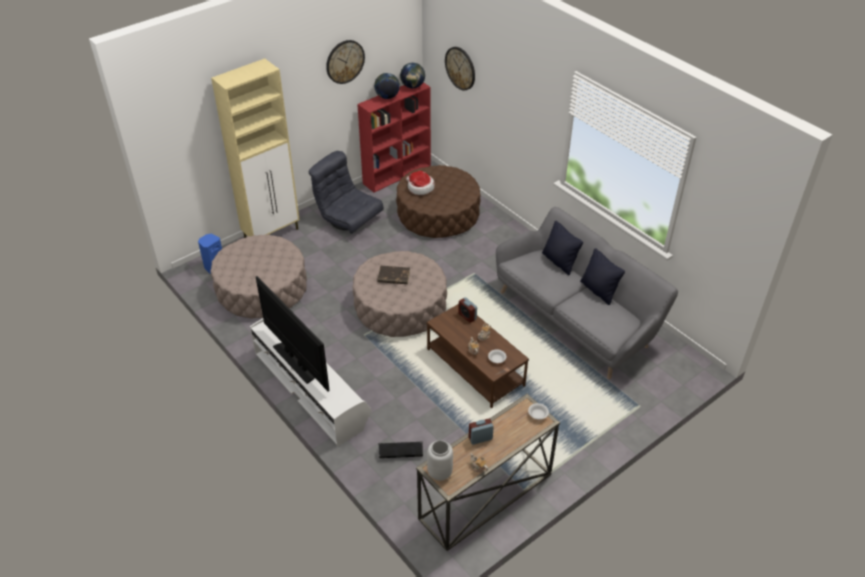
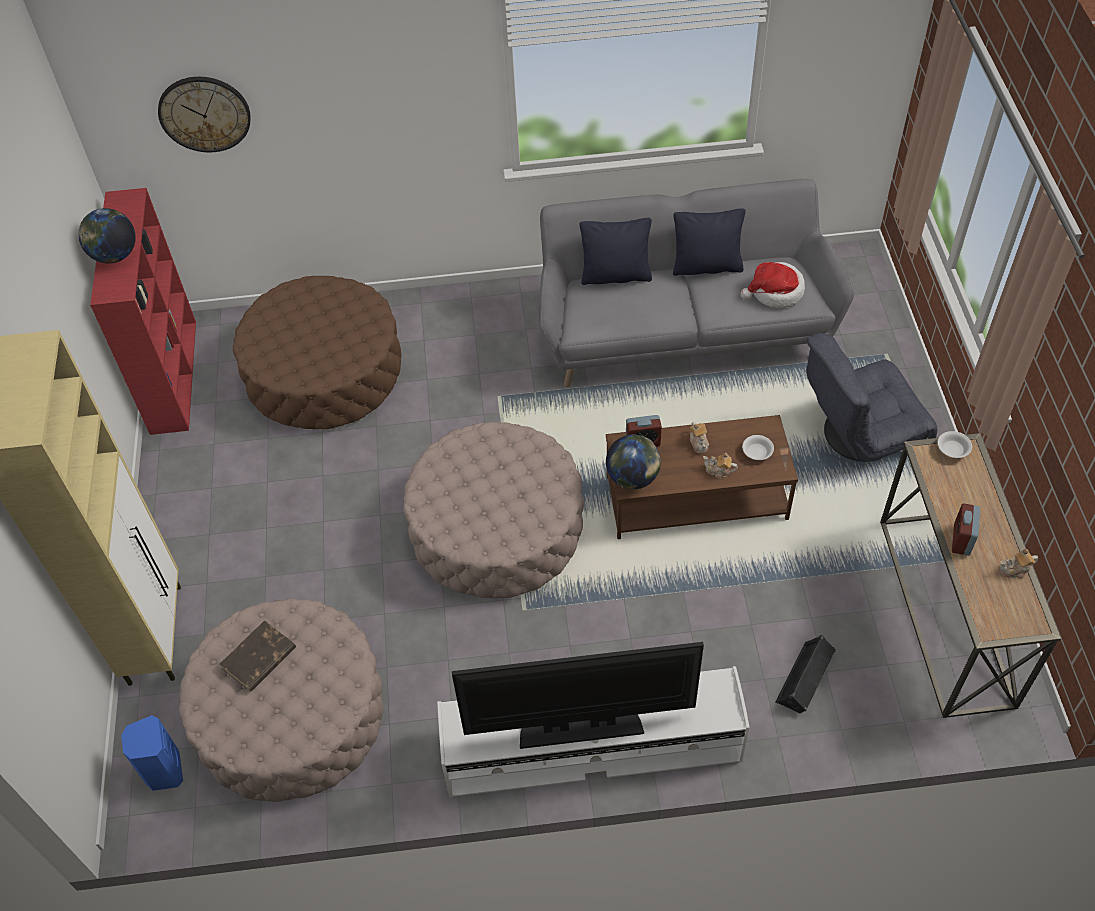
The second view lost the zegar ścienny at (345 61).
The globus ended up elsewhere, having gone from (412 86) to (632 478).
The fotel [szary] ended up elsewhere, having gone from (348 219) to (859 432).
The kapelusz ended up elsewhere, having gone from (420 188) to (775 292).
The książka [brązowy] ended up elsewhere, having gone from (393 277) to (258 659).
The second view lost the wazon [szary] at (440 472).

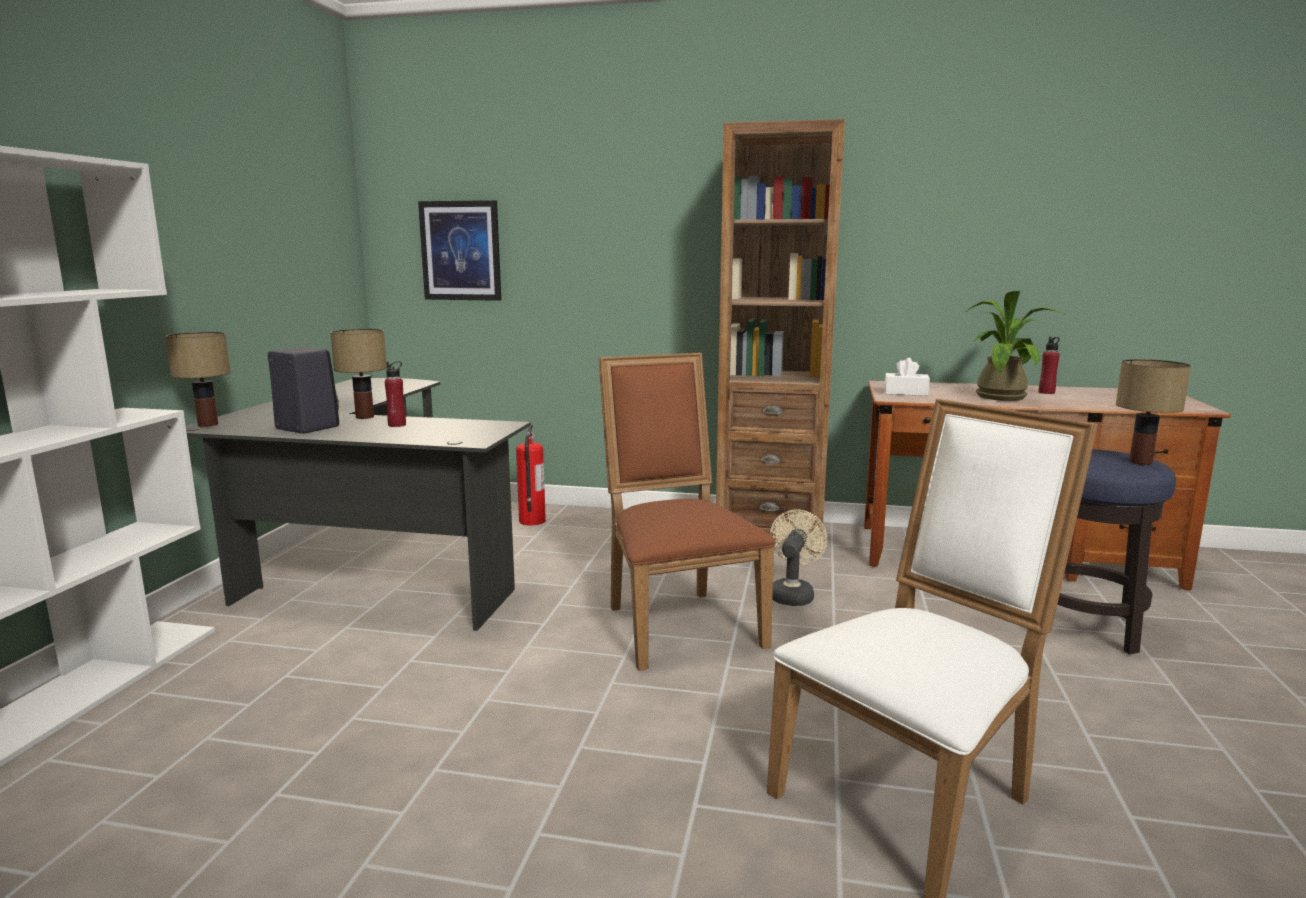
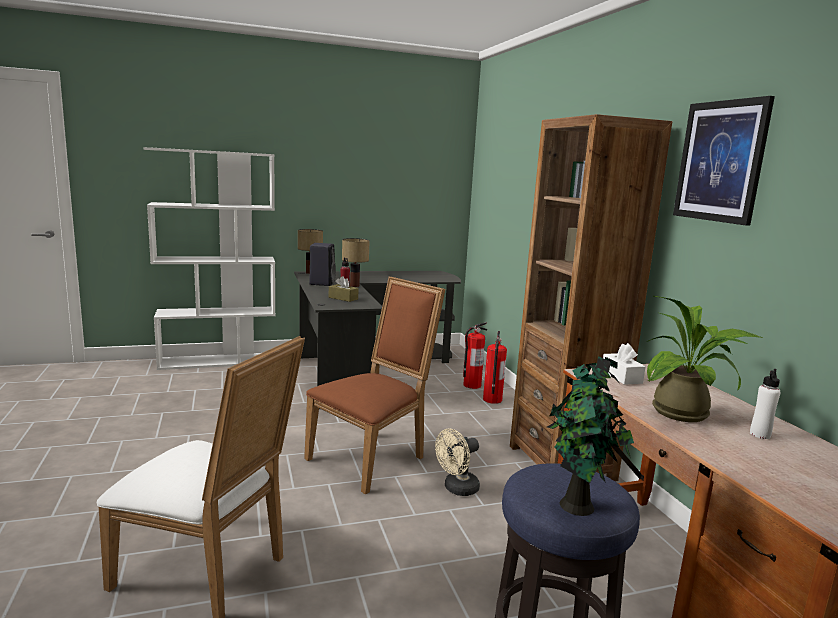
The obraz ended up elsewhere, having gone from (461 251) to (720 161).
What was the butelka [czerwony] at (1046 392) turned into the butelka [biały] at (760 434).
Where the lampa stołowa stood at (1141 462), the roślina doniczkowa came to stand at (578 507).
The wentylator [beżowy] at (792 594) ended up facing another way, 150 degrees clockwise from before.
The second view gained the pudełko chusteczek [brązowy] at (343 298).
The second view gained the gaśnica at (492 400).

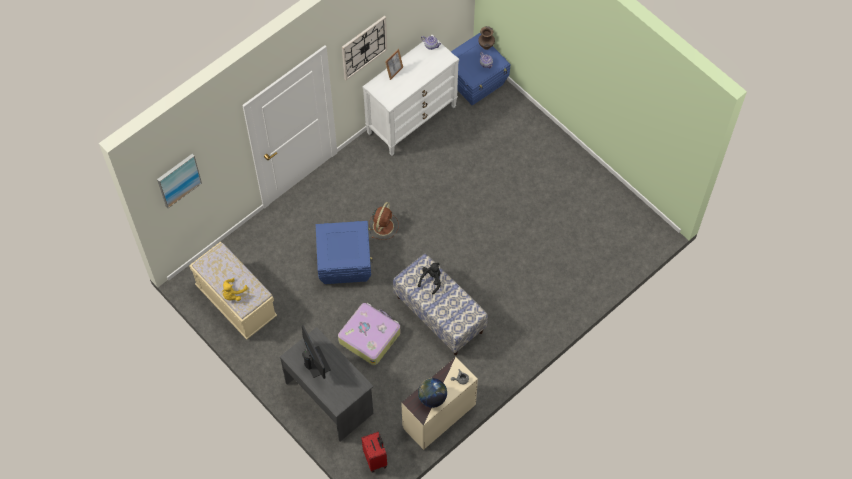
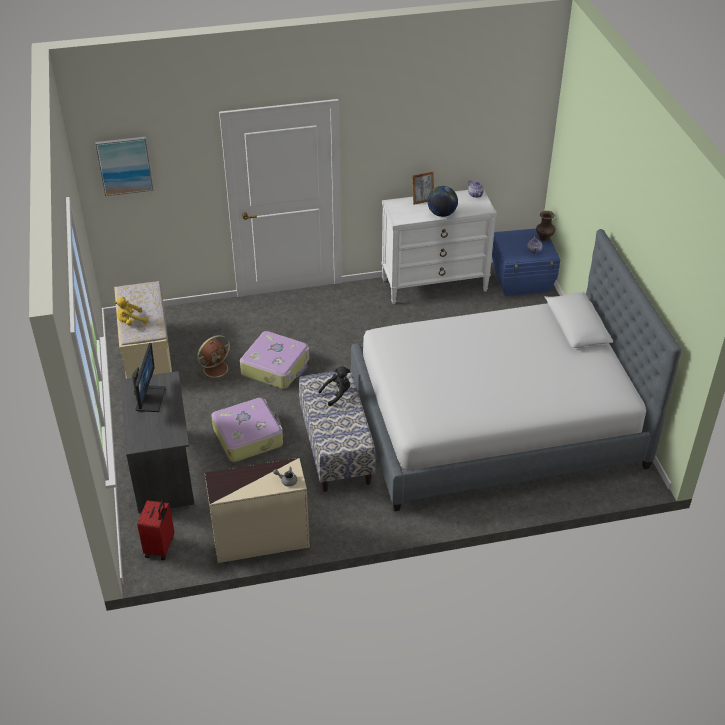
The second view lost the zegar ścienny at (364 47).
The wentylator [brązowy] ended up elsewhere, having gone from (383 225) to (216 368).
Where the pojemnik do przechowywania [niebieski] stood at (345 263), the walizka came to stand at (276 367).
The globus ended up elsewhere, having gone from (432 398) to (441 214).
The second view gained the łóżko at (495 423).

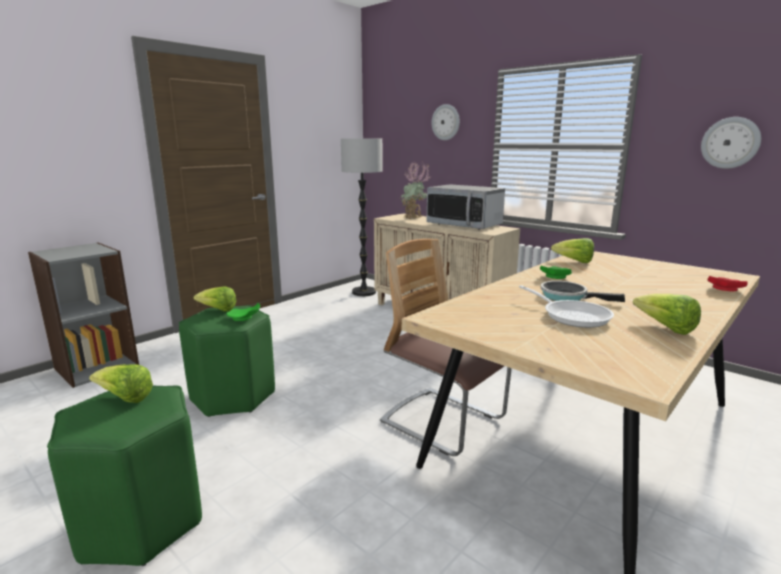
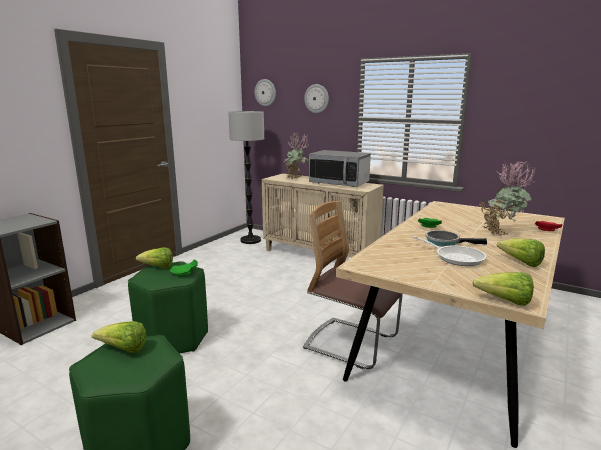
The zegar ścienny ended up elsewhere, having gone from (730 143) to (265 92).
The sałata ended up elsewhere, having gone from (574 261) to (505 301).
The second view gained the roślina doniczkowa at (501 232).

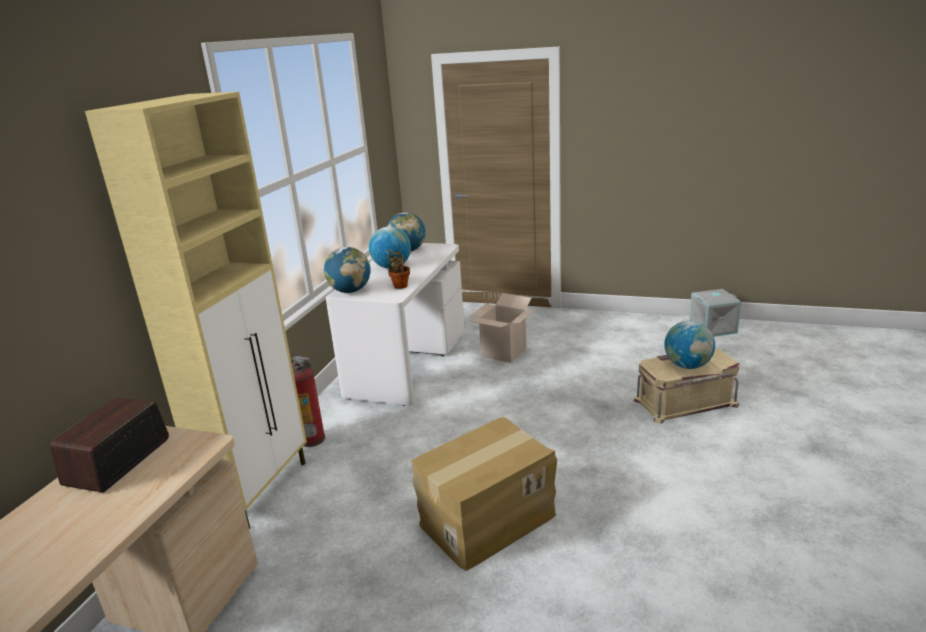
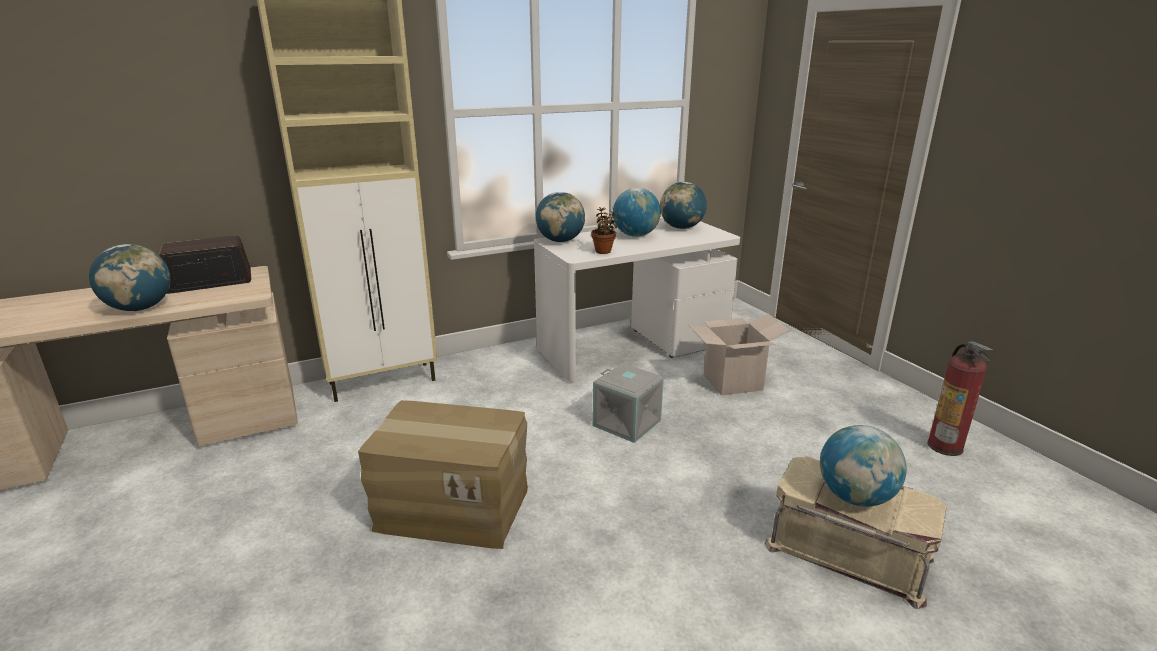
The pojemnik do przechowywania [szary] ended up elsewhere, having gone from (712 328) to (628 422).
The gaśnica ended up elsewhere, having gone from (312 439) to (945 446).
The second view gained the globus at (140 308).

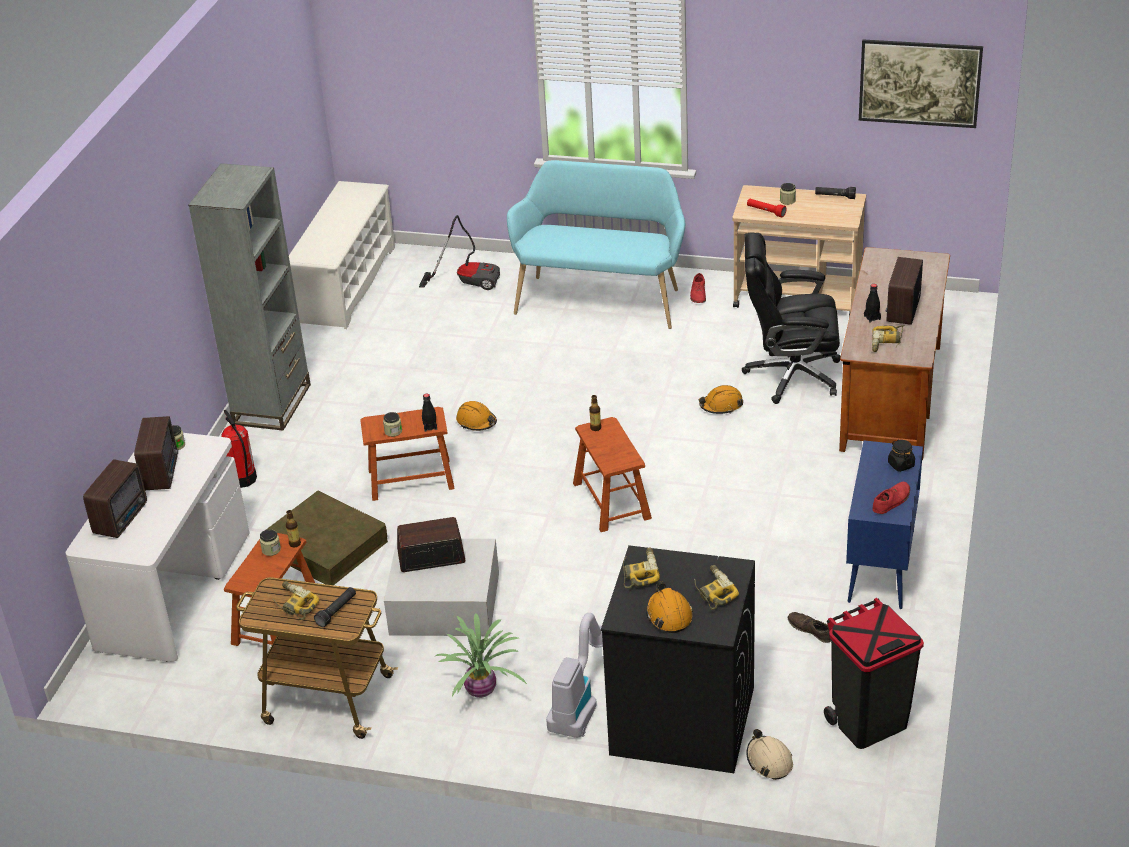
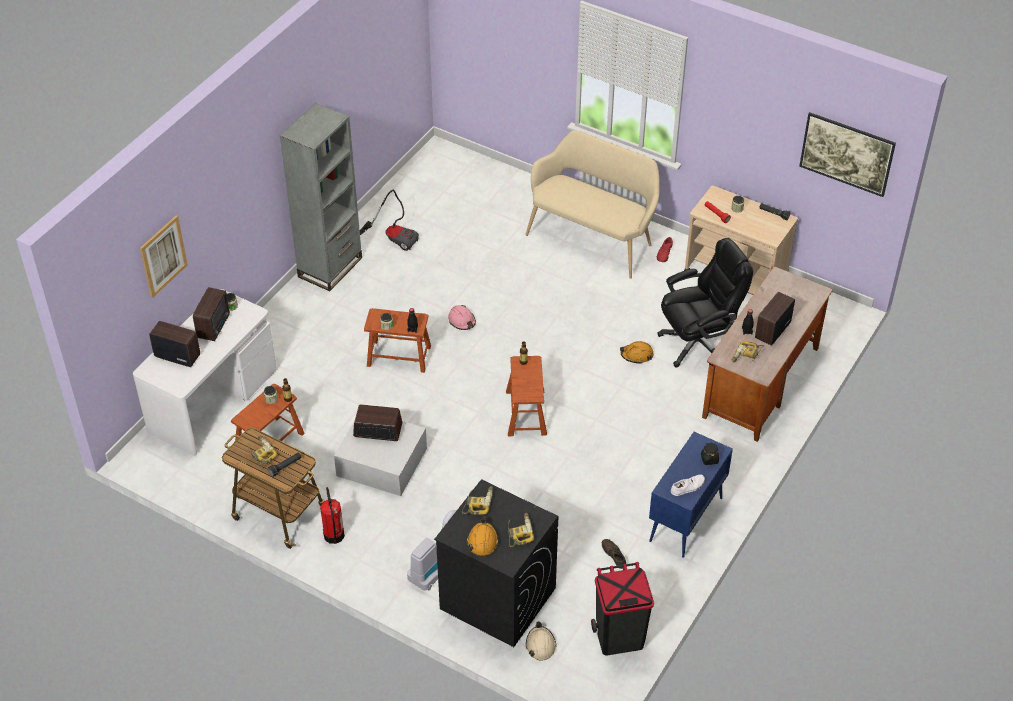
What was the ławka [turkusowy] at (601 298) turned into the ławka [beżowy] at (593 238).
The second view lost the regał na buty [biały] at (347 284).
The odkurzacz ended up elsewhere, having gone from (468 280) to (394 237).
The krzesło biurowe [czarny] at (791 375) ended up facing another way, 135 degrees clockwise from before.
What was the kask [pomarańczowy] at (476 422) turned into the kask [różowy] at (462 321).
The gaśnica ended up elsewhere, having gone from (243 479) to (333 535).
The radio at (122 518) ended up facing another way, 105 degrees counterclockwise from before.
What was the but [czerwony] at (891 501) turned into the but [biały] at (687 487).
The second view lost the pojemnik do przechowywania [brązowy] at (325 546).
The second view lost the roślina doniczkowa at (482 692).
The second view gained the obraz at (163 256).

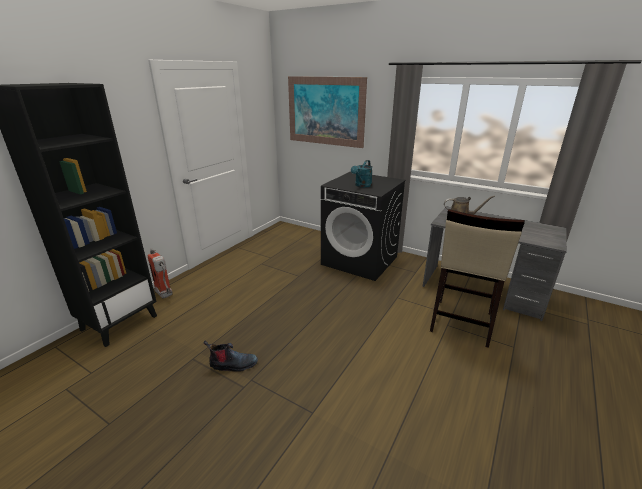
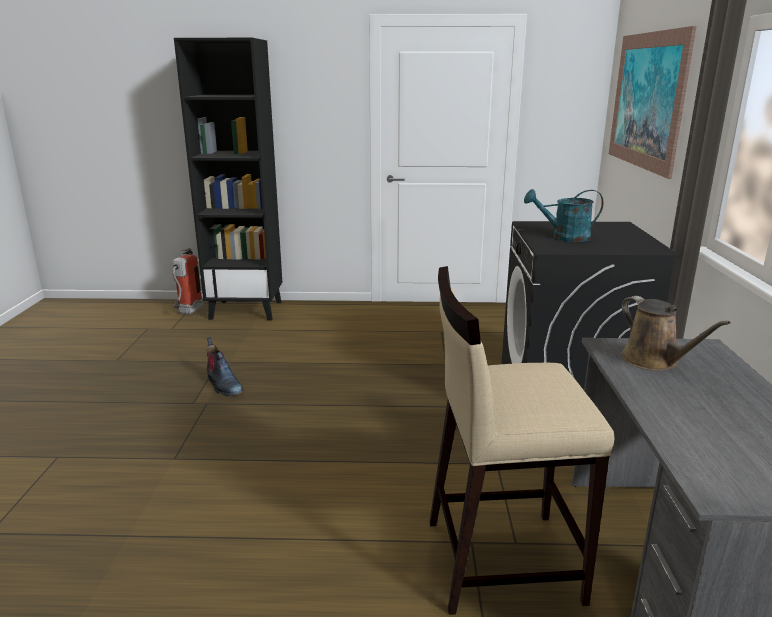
The gaśnica ended up elsewhere, having gone from (165 295) to (188 312).

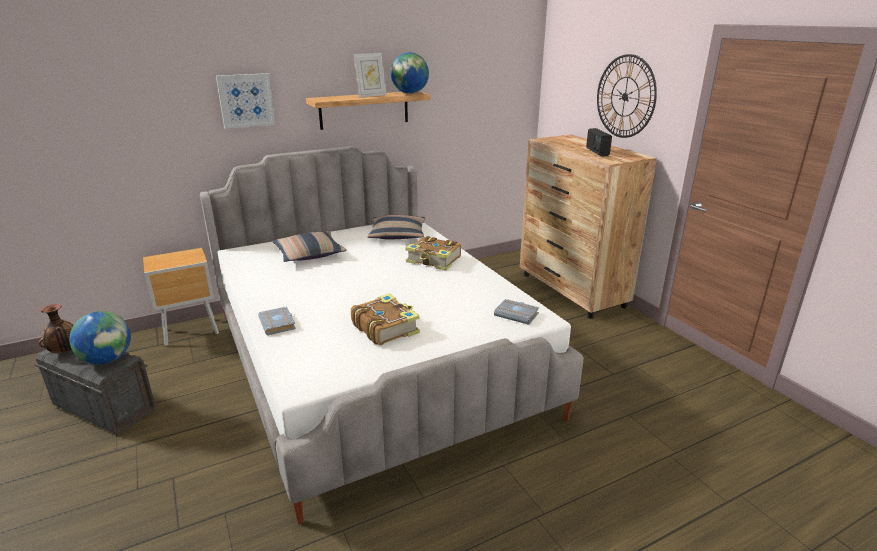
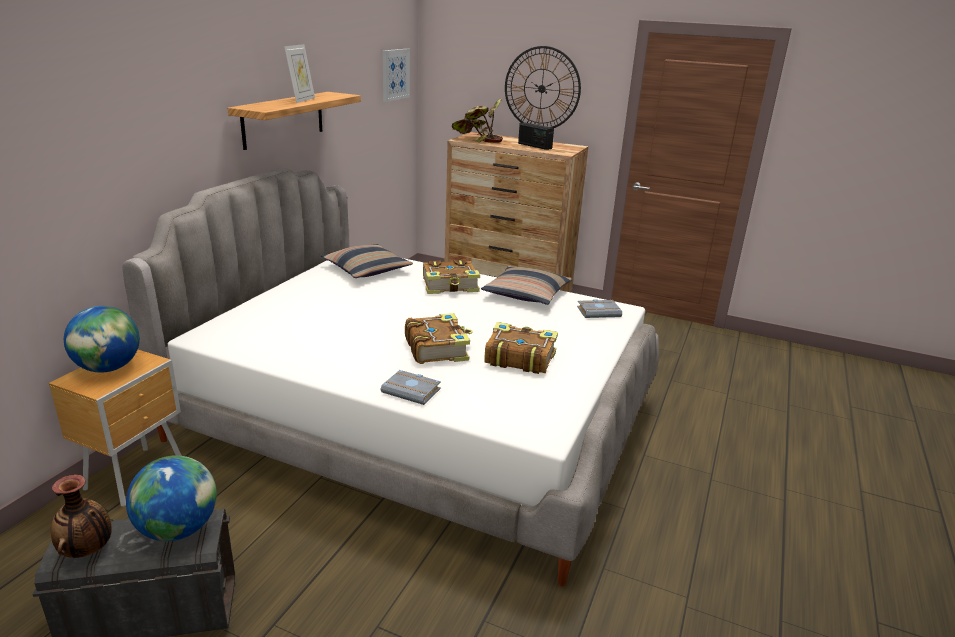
The globus ended up elsewhere, having gone from (410 93) to (109 368).
The obraz ended up elsewhere, having gone from (246 100) to (395 74).
The poduszka ended up elsewhere, having gone from (309 254) to (526 294).
The second view gained the roślina doniczkowa at (478 139).
The second view gained the książka at (437 348).

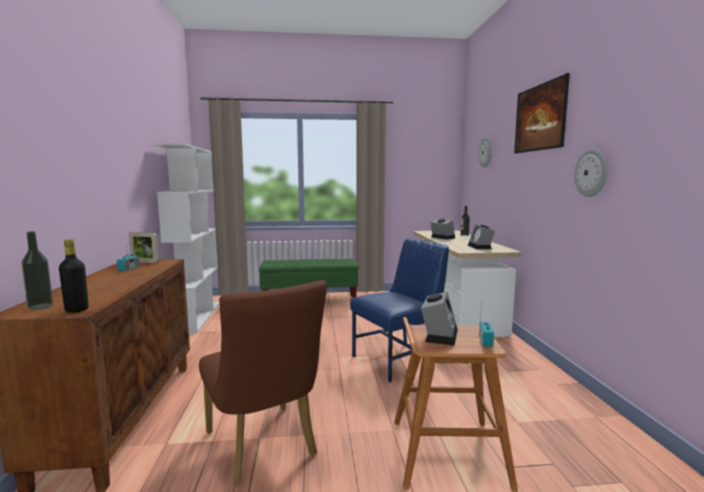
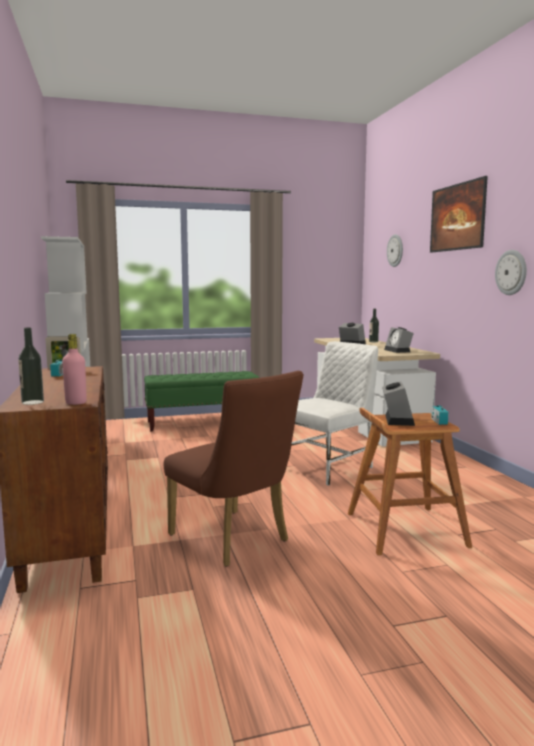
What was the butelka [czarny] at (76 310) turned into the butelka [różowy] at (76 403).
What was the krzesło [niebieski] at (399 359) turned into the krzesło [biały] at (328 467).

